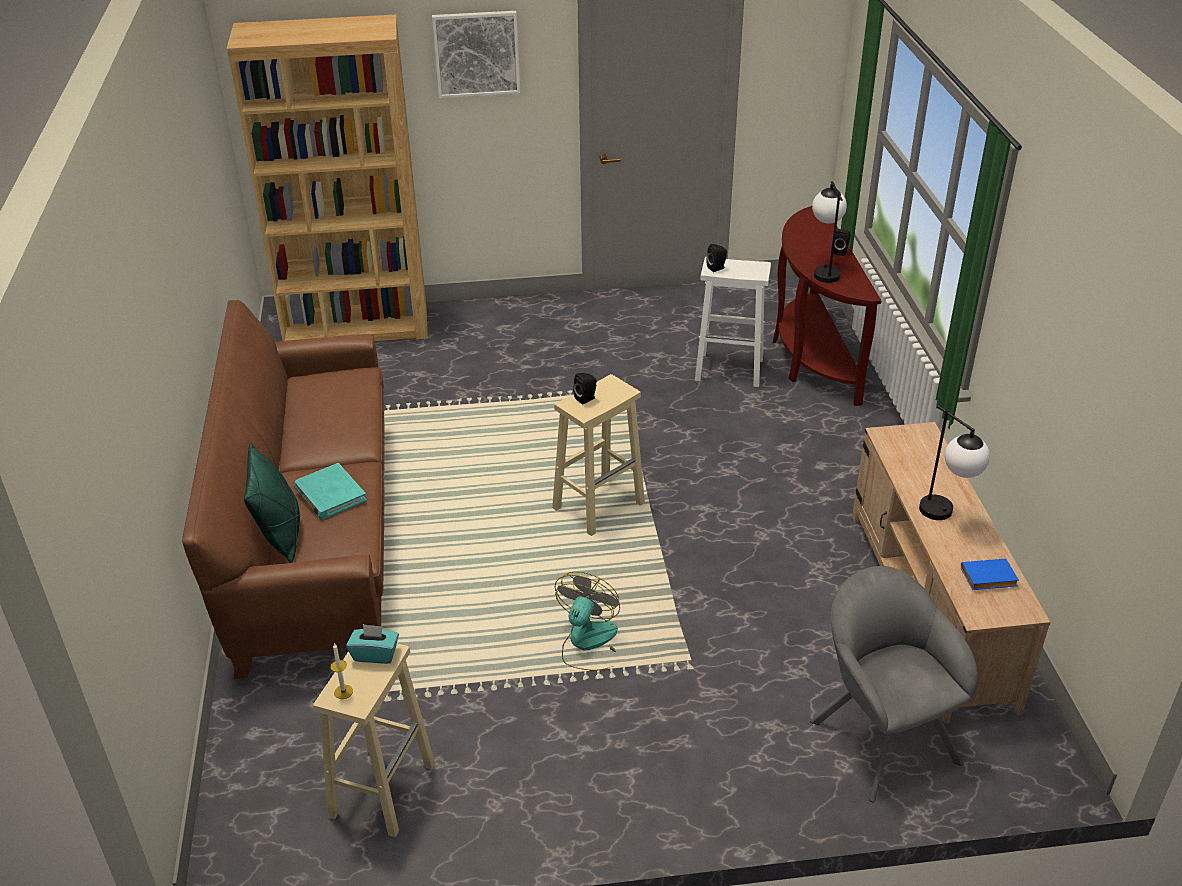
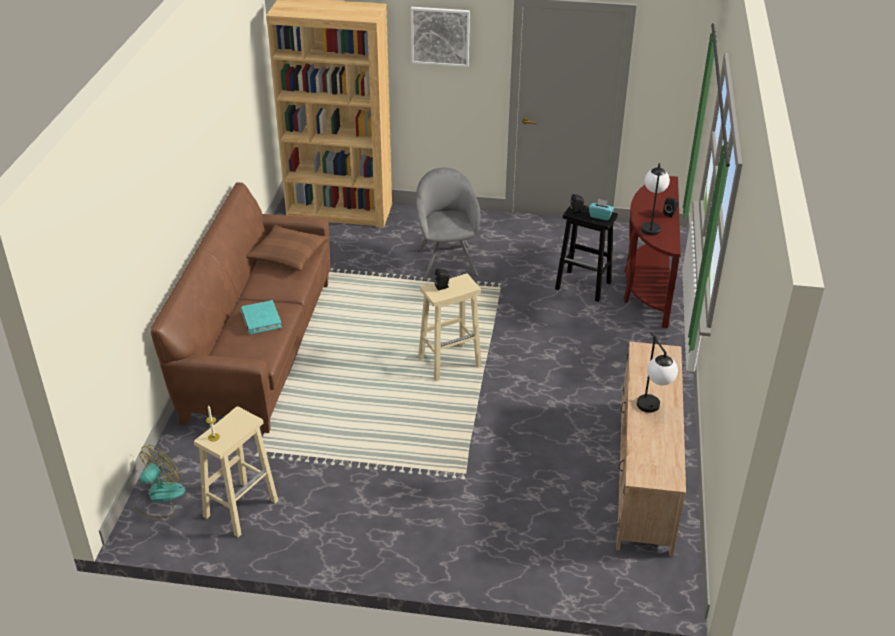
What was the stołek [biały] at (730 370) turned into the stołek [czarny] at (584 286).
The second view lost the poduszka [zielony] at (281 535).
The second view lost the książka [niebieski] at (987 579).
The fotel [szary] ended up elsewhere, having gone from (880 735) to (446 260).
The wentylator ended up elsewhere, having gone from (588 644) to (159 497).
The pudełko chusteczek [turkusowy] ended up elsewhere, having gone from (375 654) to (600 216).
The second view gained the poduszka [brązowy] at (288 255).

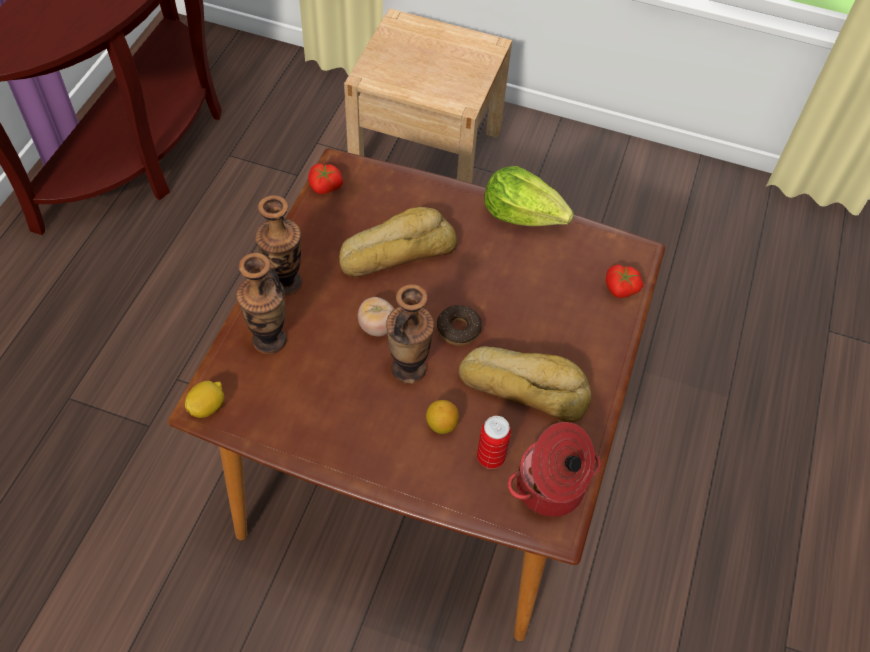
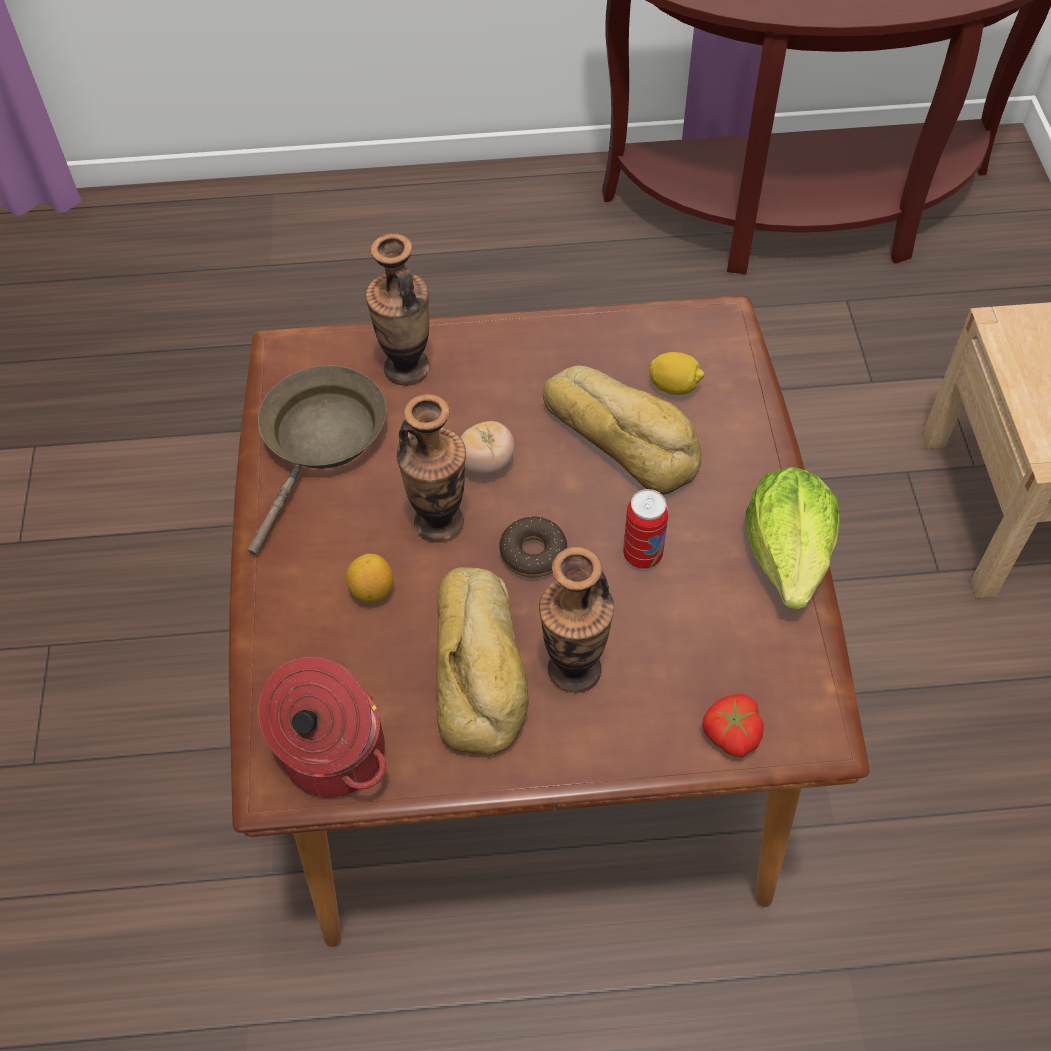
The second view lost the pomidor at (325 187).
The wazon ended up elsewhere, having gone from (285 283) to (574 669).
The cytryna ended up elsewhere, having gone from (207 406) to (674 386).
The puszka ended up elsewhere, having gone from (490 457) to (642 555).
The second view gained the patelnia [brązowy] at (321 441).

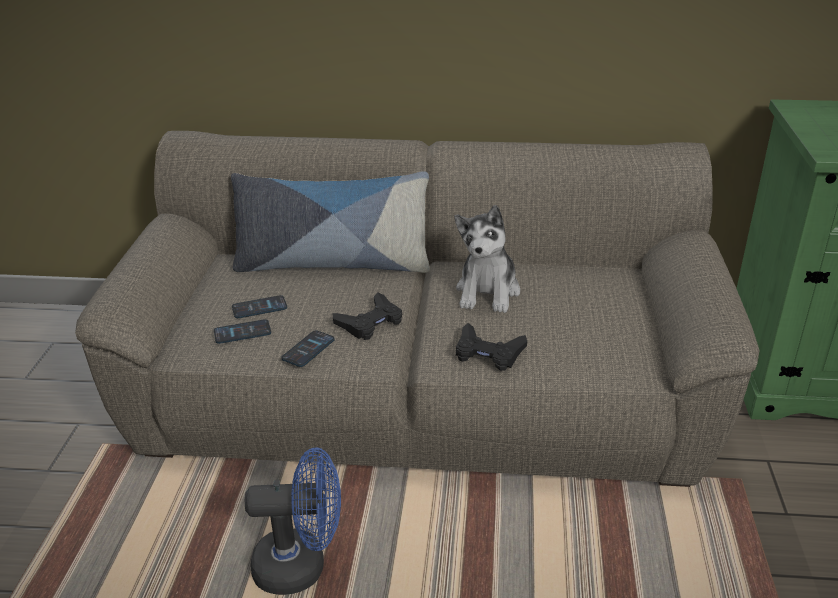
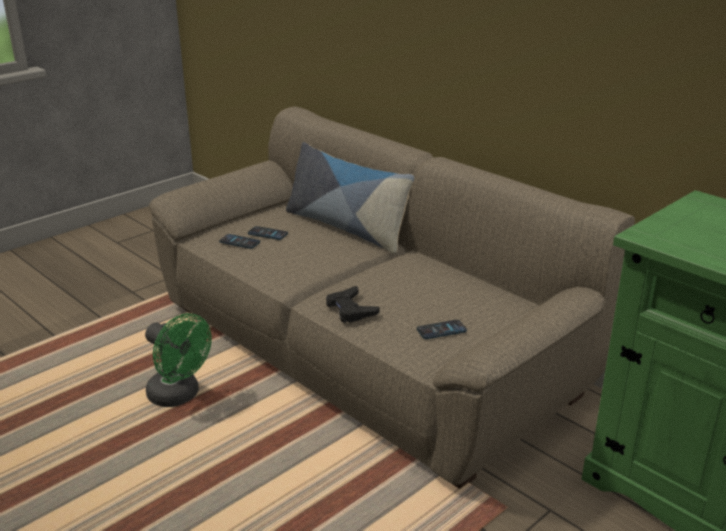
The second view lost the pluszak at (488 292).
The second view lost the pad do gier [czarny] at (370 322).
The telefon ended up elsewhere, having gone from (308 349) to (441 330).
What was the wentylator [niebieski] at (301 565) turned into the wentylator [zielony] at (179 396).

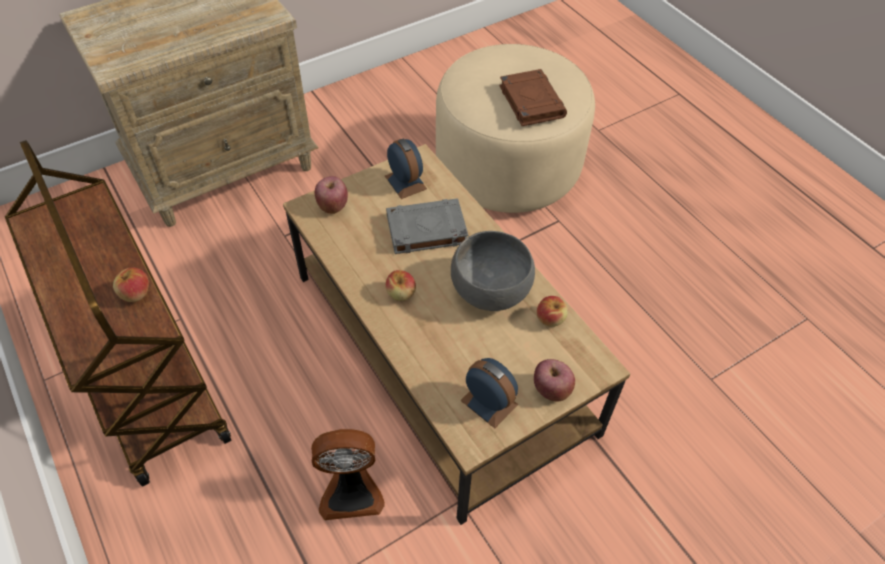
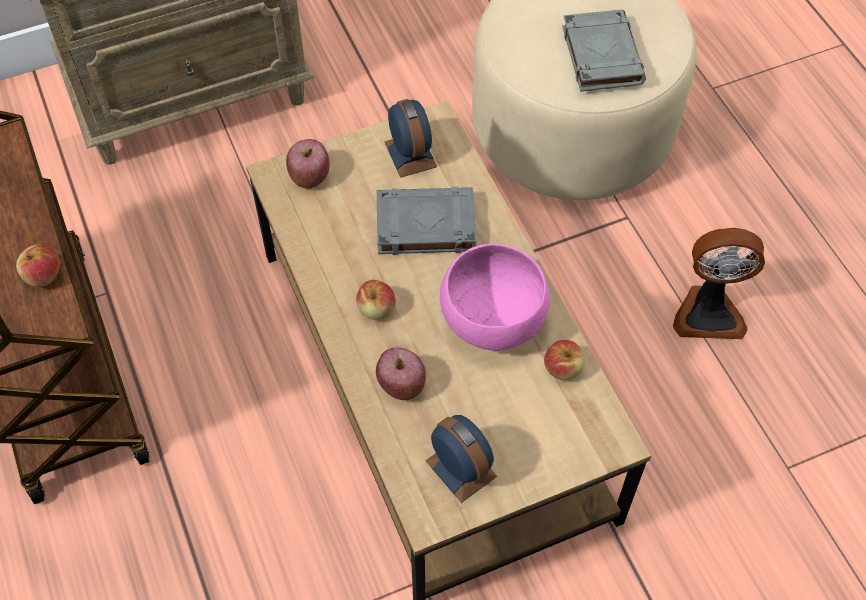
What was the książka [brązowy] at (531 101) turned into the książka [szary] at (601 55).
What was the miska [szary] at (490 289) turned into the miska [różowy] at (492 318).
The jabłko ended up elsewhere, having gone from (551 390) to (401 385).
The wentylator ended up elsewhere, having gone from (351 491) to (708 312).

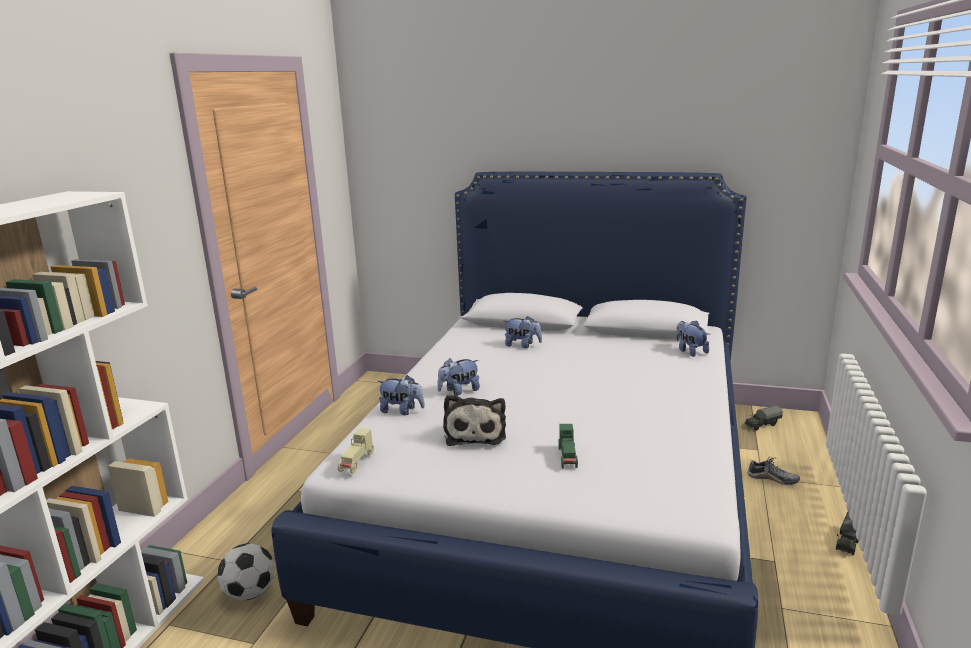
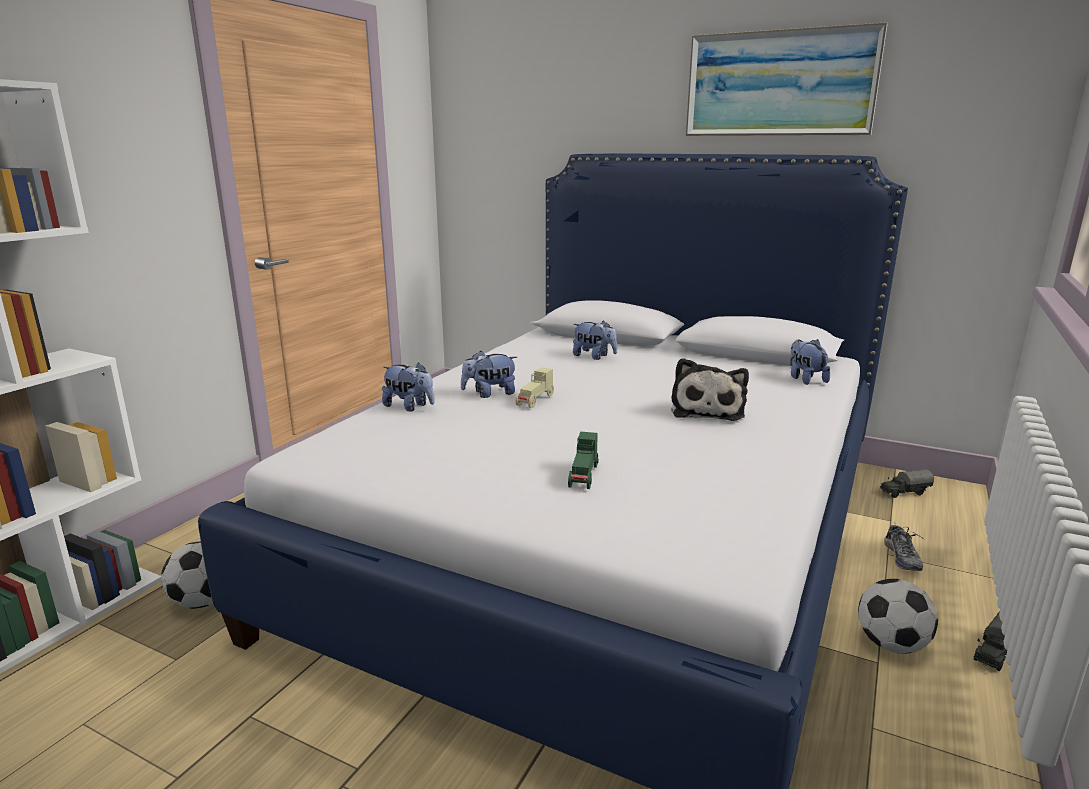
The pluszak ended up elsewhere, having gone from (475 433) to (707 410).
The samochodzik [beżowy] ended up elsewhere, having gone from (357 462) to (535 400).
The but at (772 479) ended up facing another way, 60 degrees clockwise from before.
The second view gained the obraz at (779 84).
The second view gained the piłka futbolowa at (891 644).

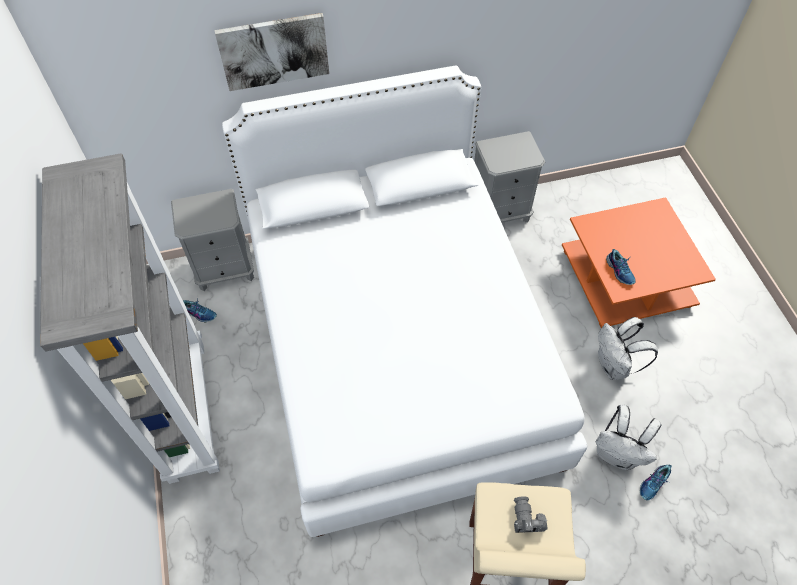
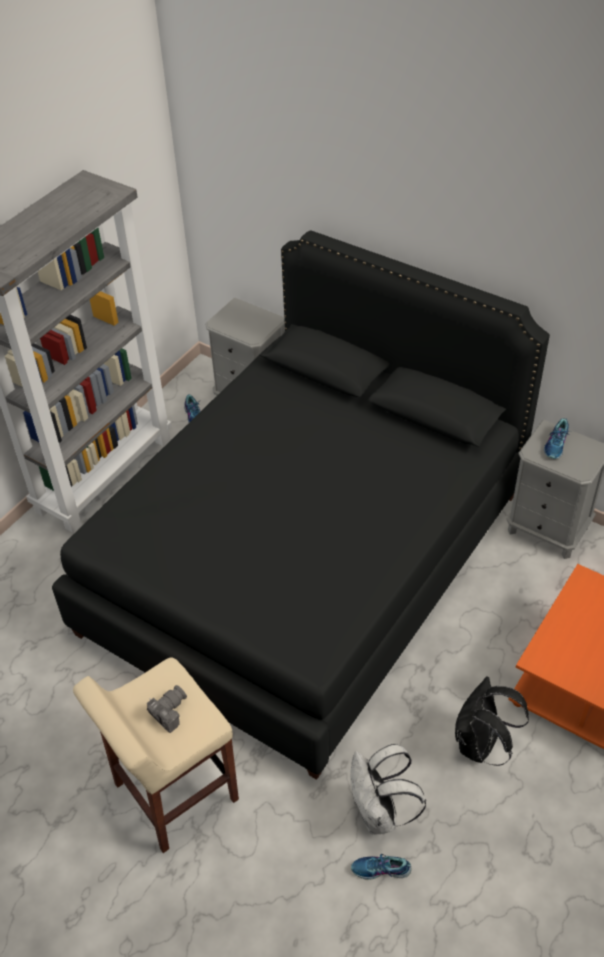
The second view lost the obraz at (274 51).
What was the łóżko [biały] at (398 348) turned into the łóżko [czarny] at (305 561).
The but ended up elsewhere, having gone from (620 271) to (556 445).
What was the plecak [biały] at (614 366) turned into the plecak [czarny] at (480 745).

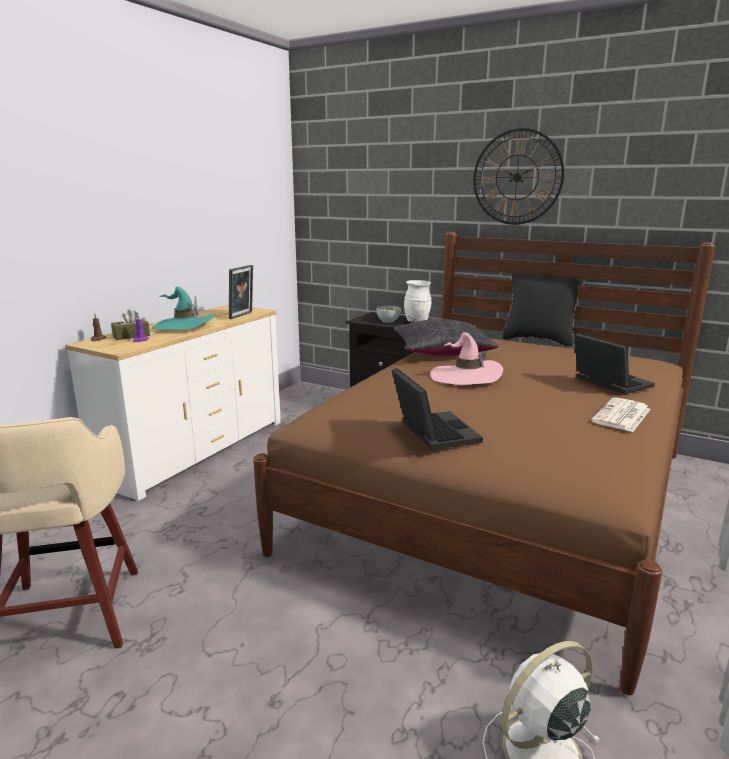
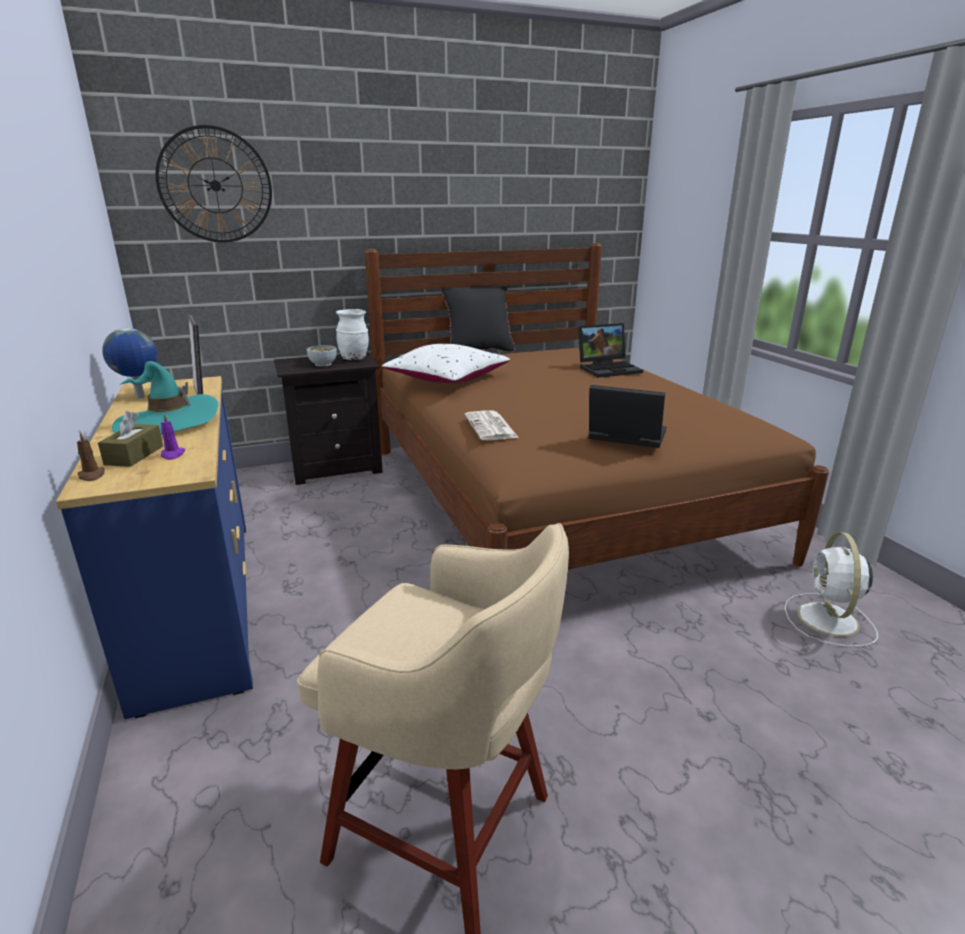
The zegar ścienny ended up elsewhere, having gone from (517 177) to (215 185).
What was the komoda [biały] at (195 450) turned into the komoda [niebieski] at (197 603).
What was the poduszka [czarny] at (442 352) turned into the poduszka [biały] at (447 379).
The second view lost the kapelusz [różowy] at (466 377).
The laptop at (608 382) ended up facing another way, 150 degrees clockwise from before.
The gazeta ended up elsewhere, having gone from (622 416) to (491 427).
The second view gained the globus at (140 397).

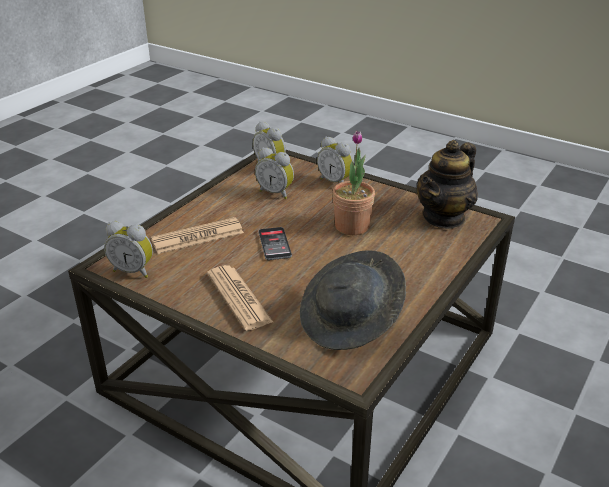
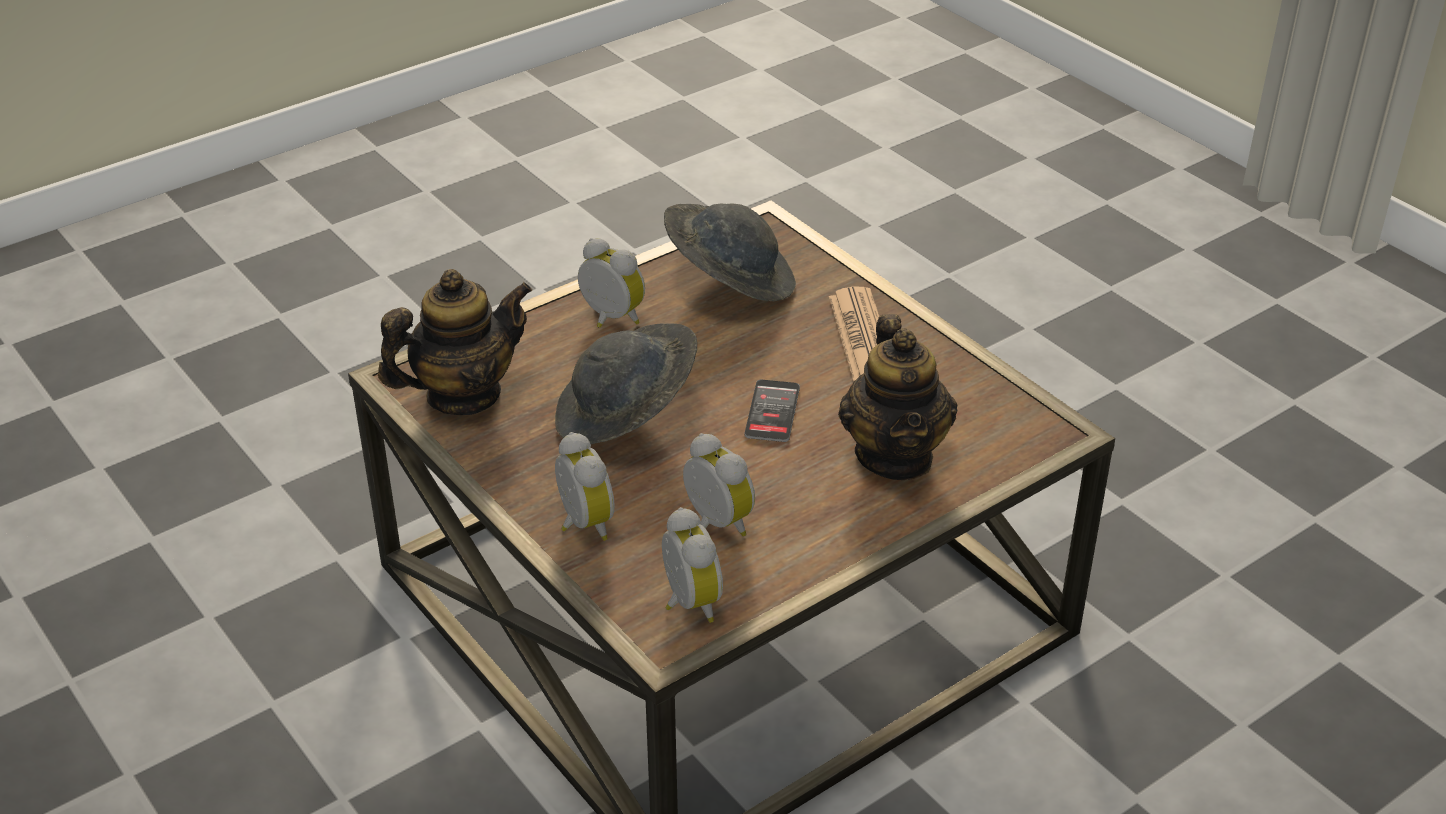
Where the roślina doniczkowa stood at (352 226), the kapelusz [szary] came to stand at (626 416).
Where the gazeta stood at (197 236), the imbryk came to stand at (895 455).
The budzik ended up elsewhere, having gone from (133 270) to (610 319).

